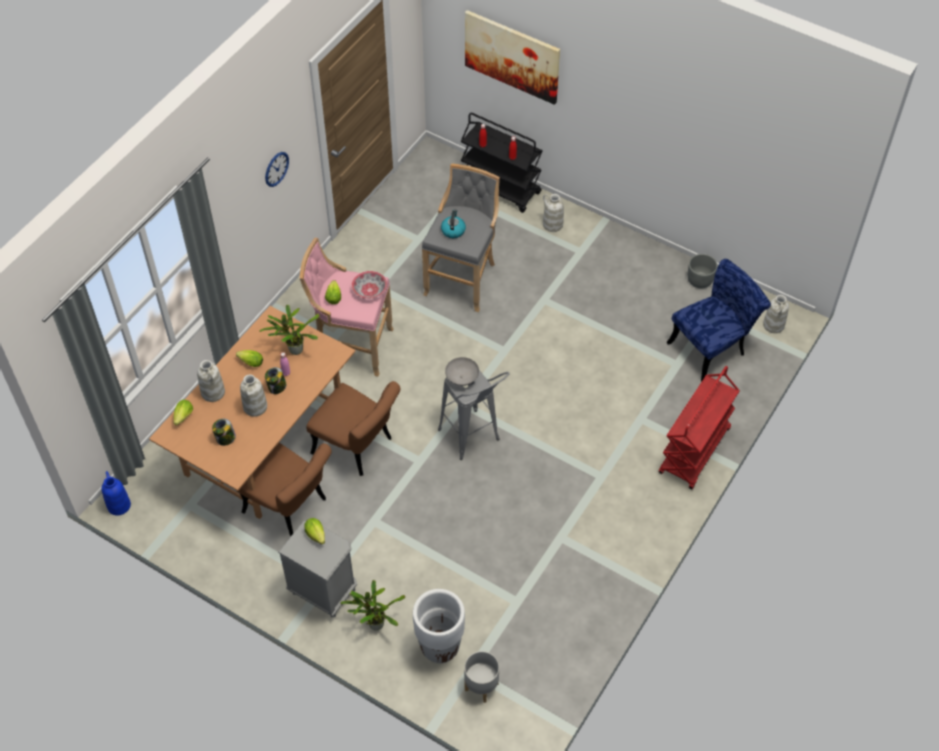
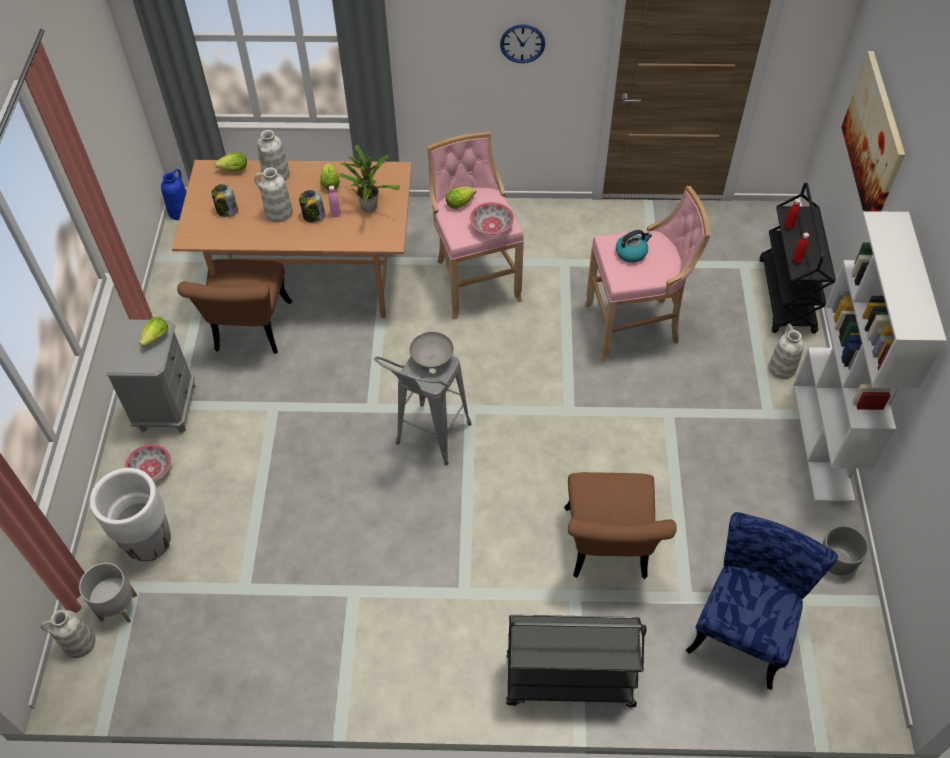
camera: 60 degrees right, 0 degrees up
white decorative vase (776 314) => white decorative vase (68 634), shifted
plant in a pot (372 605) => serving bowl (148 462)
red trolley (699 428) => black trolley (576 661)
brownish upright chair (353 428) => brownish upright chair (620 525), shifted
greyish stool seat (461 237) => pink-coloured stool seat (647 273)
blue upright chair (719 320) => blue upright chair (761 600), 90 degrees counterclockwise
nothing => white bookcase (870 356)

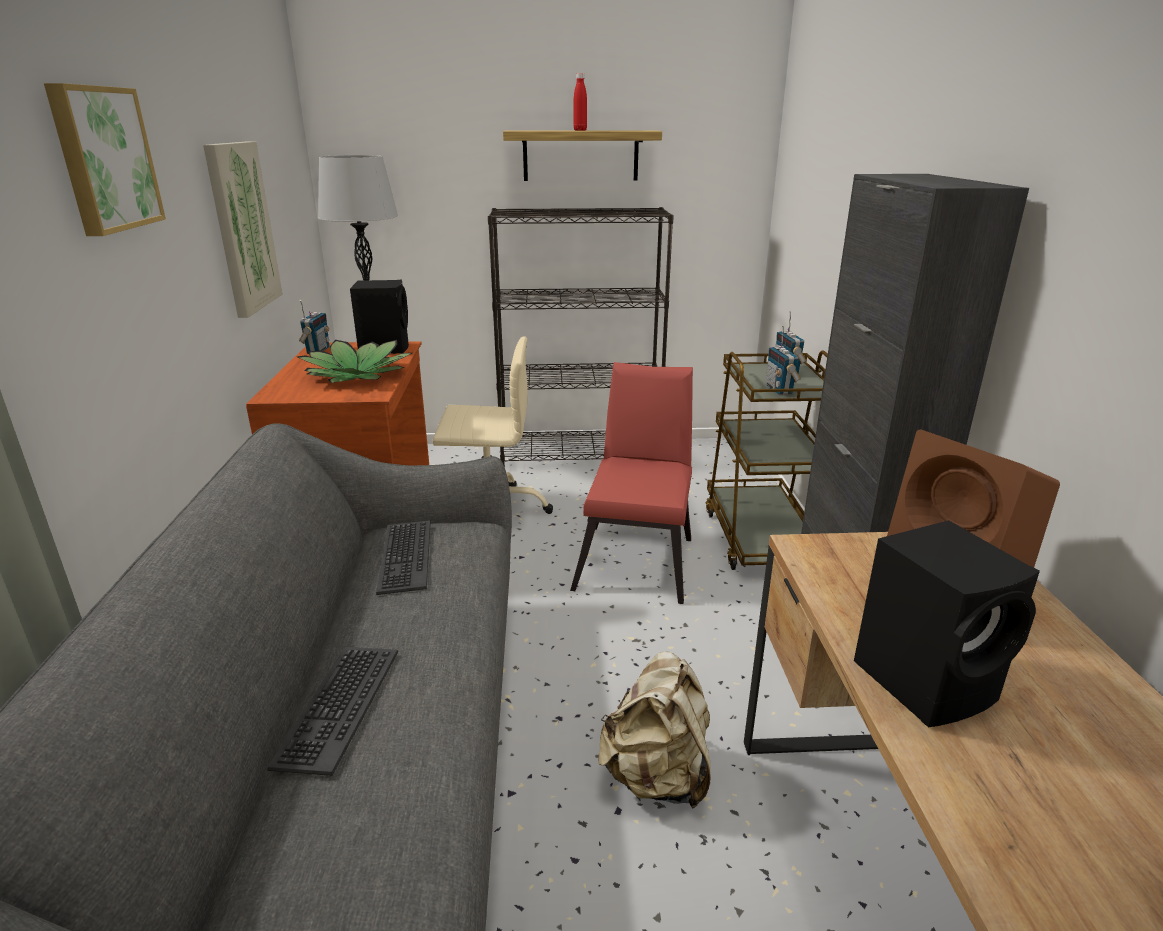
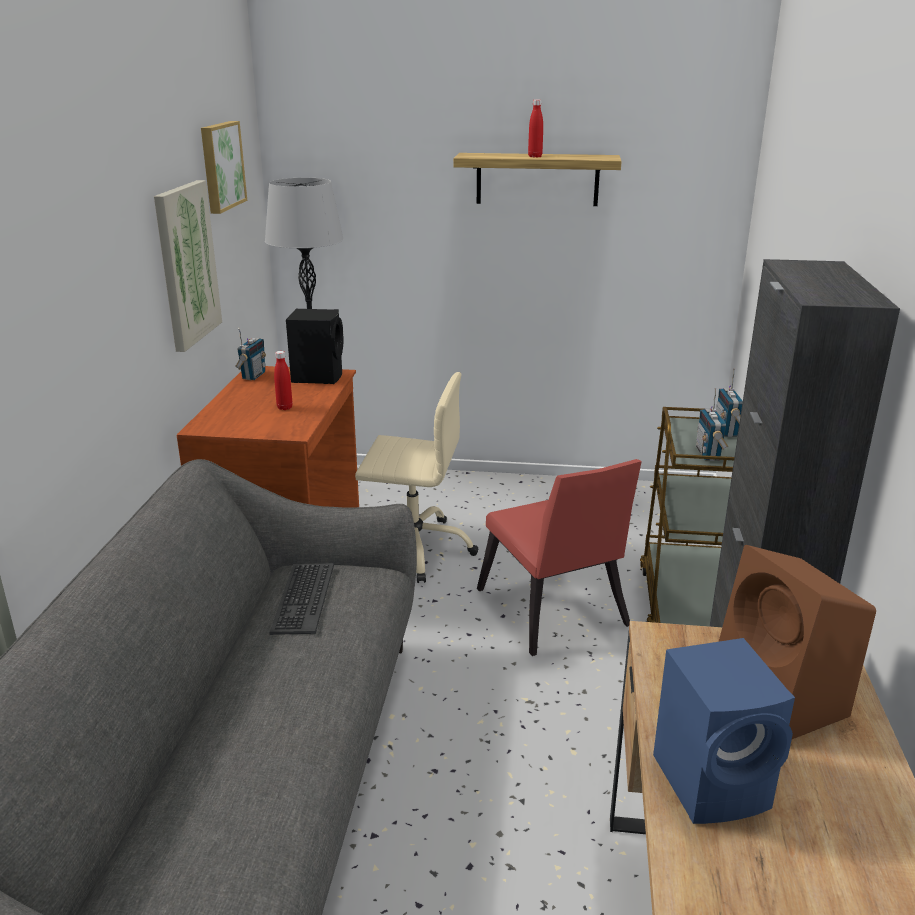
camera: 10 degrees right, 0 degrees up
picture (105 159) => picture (224 167), shifted
plant in a pot (354 361) => red bottle (283 380)
red upright chair (631 483) => red upright chair (559 557), 135 degrees clockwise
black speaker (947 624) => blue speaker (724 731)
PC keyboard (333 711) => nothing
black bookcase (581 337) => nothing
beige-coloured knapsack (654 729) => nothing

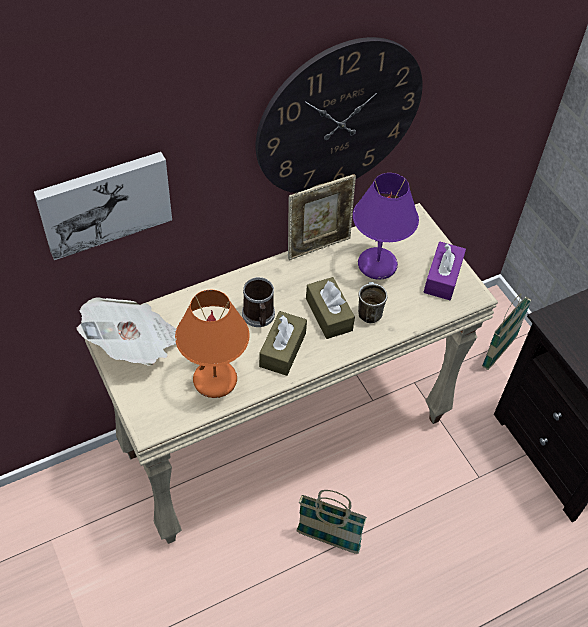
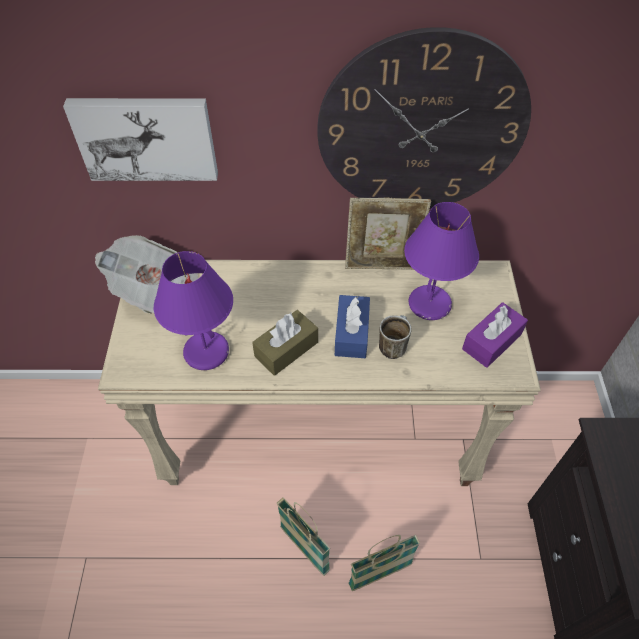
camera: 30 degrees right, 0 degrees up
orange-coloured tabletop lamp (212 344) => purple tabletop lamp (193 310)
brownish tissue box (330 308) => blue tissue box (352 326)
household basket (507 331) => household basket (384 563), shifted
mug (258 302) => nothing

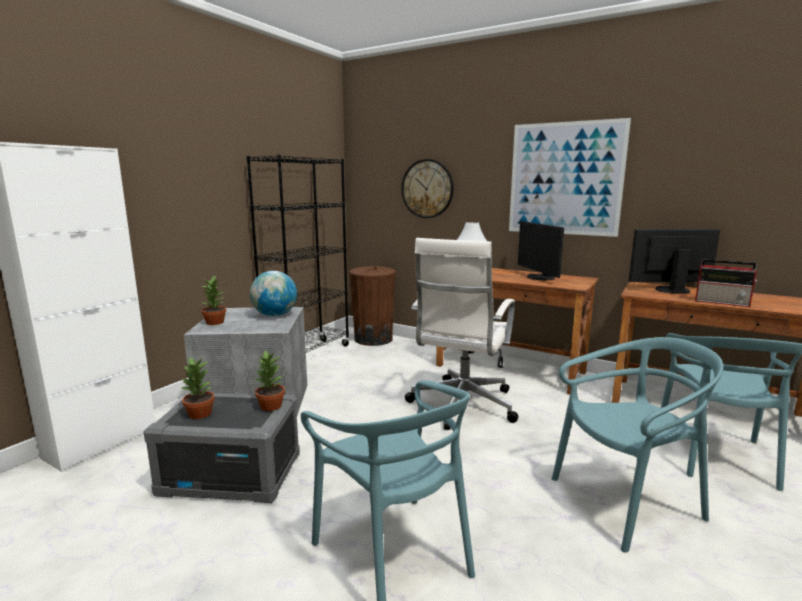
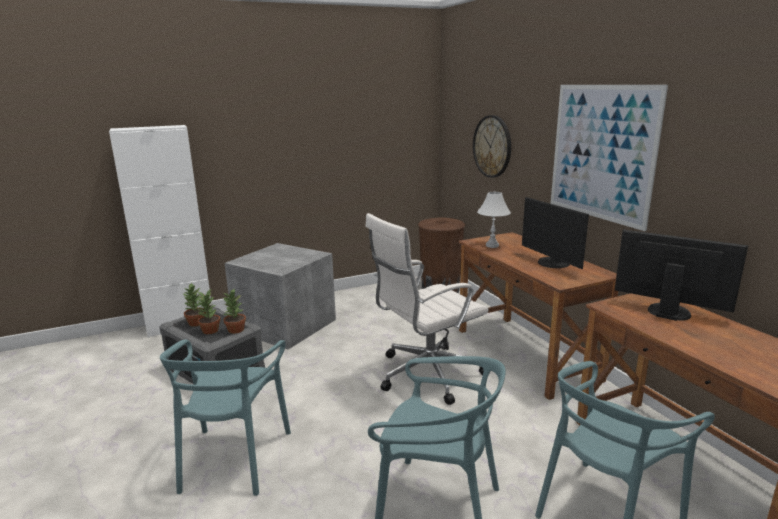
camera: 35 degrees right, 5 degrees up
plant in a pot (213 300) => plant in a pot (208 311), shifted
monitor (541 250) => monitor (555 233), 45 degrees counterclockwise
black bookcase (298 254) => nothing
world globe (273 294) => nothing
radio receiver (726 283) => nothing

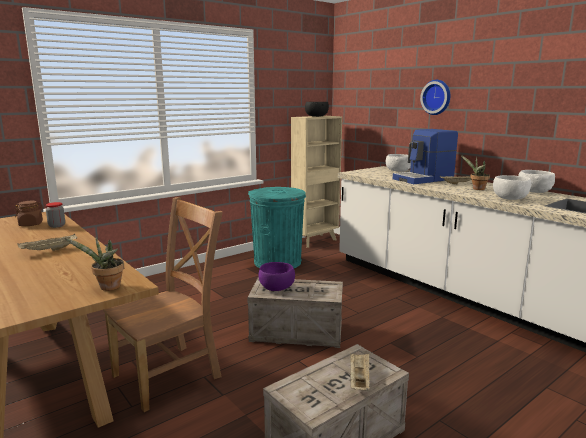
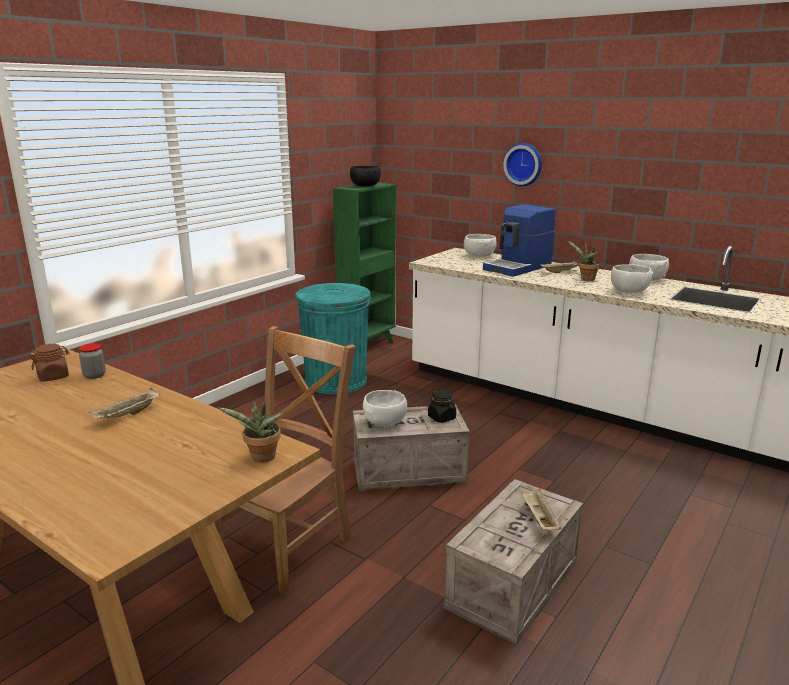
camera: 15 degrees left, 5 degrees up
beige-coloured bookcase (316 182) => greenish bookcase (364 263)
purple serving bowl (276 276) => white serving bowl (385 408)
nothing => black storage jar (442 406)

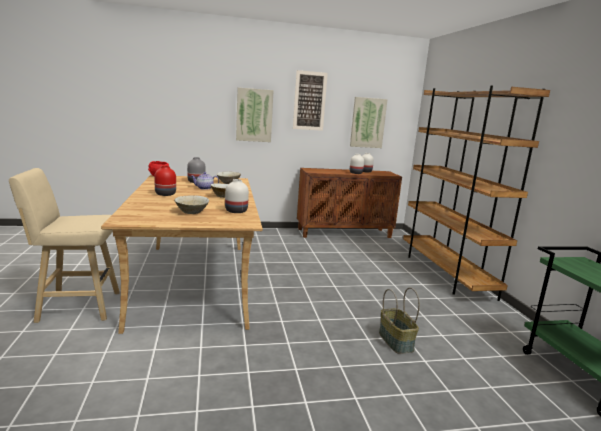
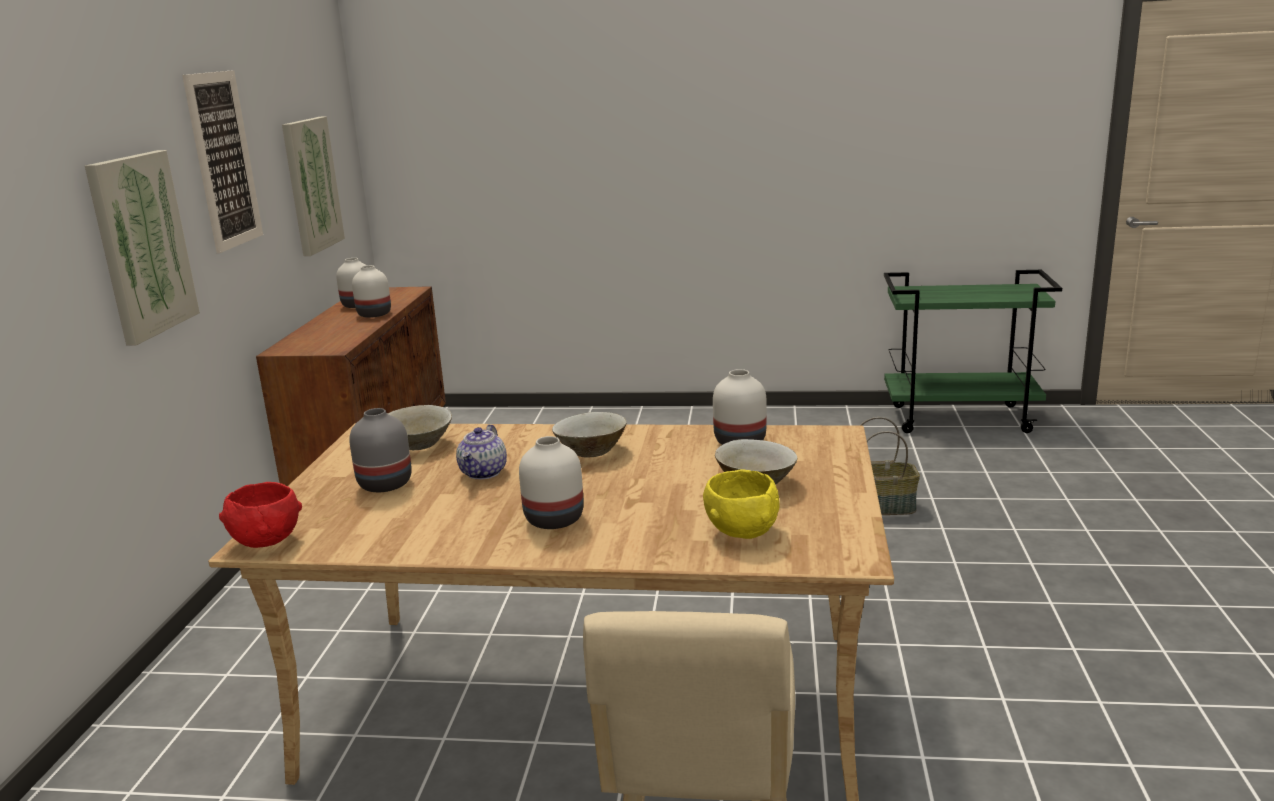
camera: 70 degrees left, 5 degrees up
red decorative vase (165 180) => white decorative vase (551 482)
nothing => yellowish serving bowl (741 504)
brownish bookcase (476 193) => nothing

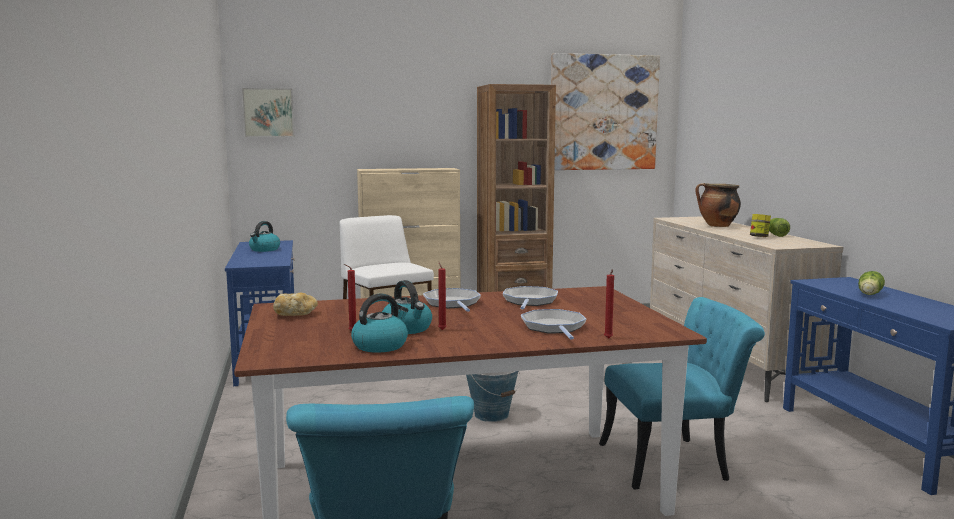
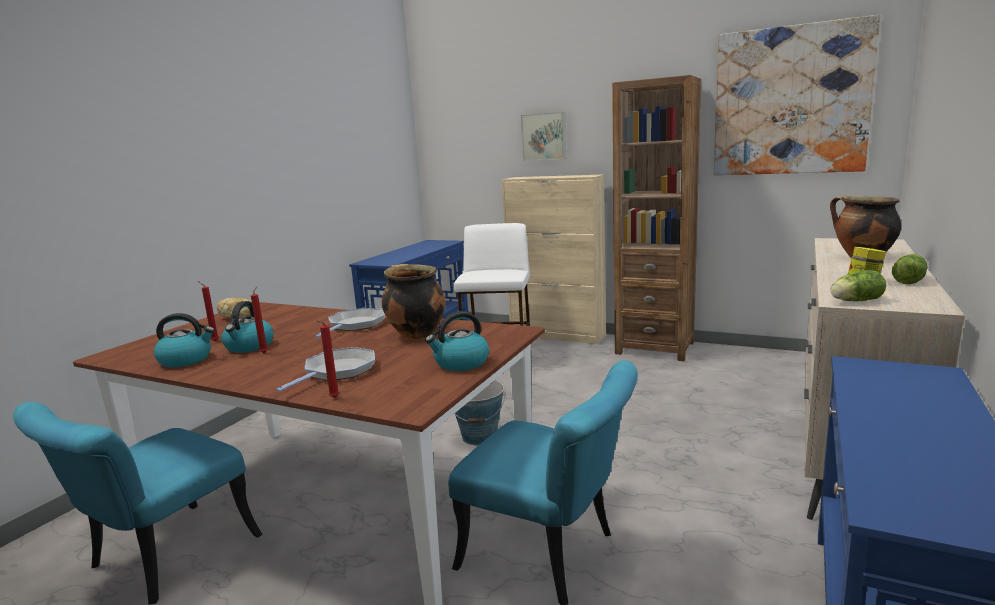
camera: 40 degrees right, 5 degrees up
pan (530 297) => stockpot (414 302)
tea kettle (264 236) => tea kettle (457 341), shifted
picture (268 112) => picture (543 136), shifted
lettuce (871 283) => lettuce (858 285), shifted

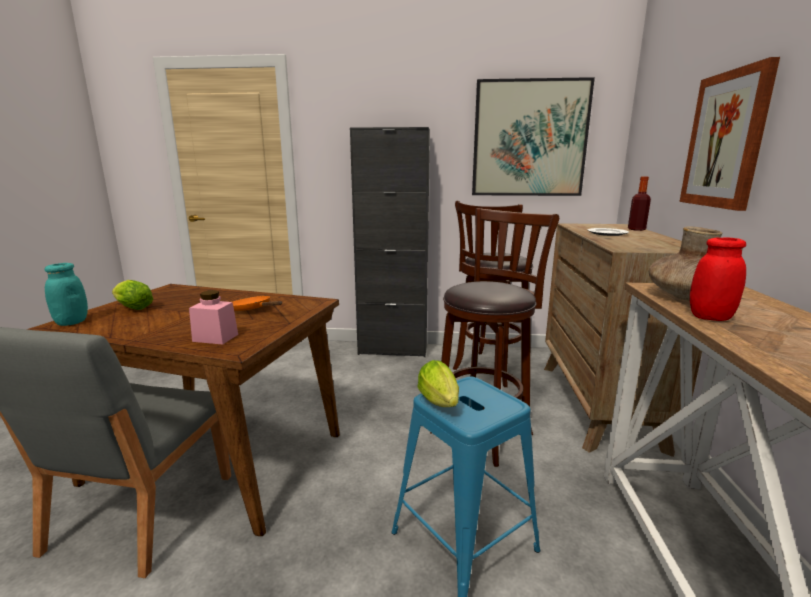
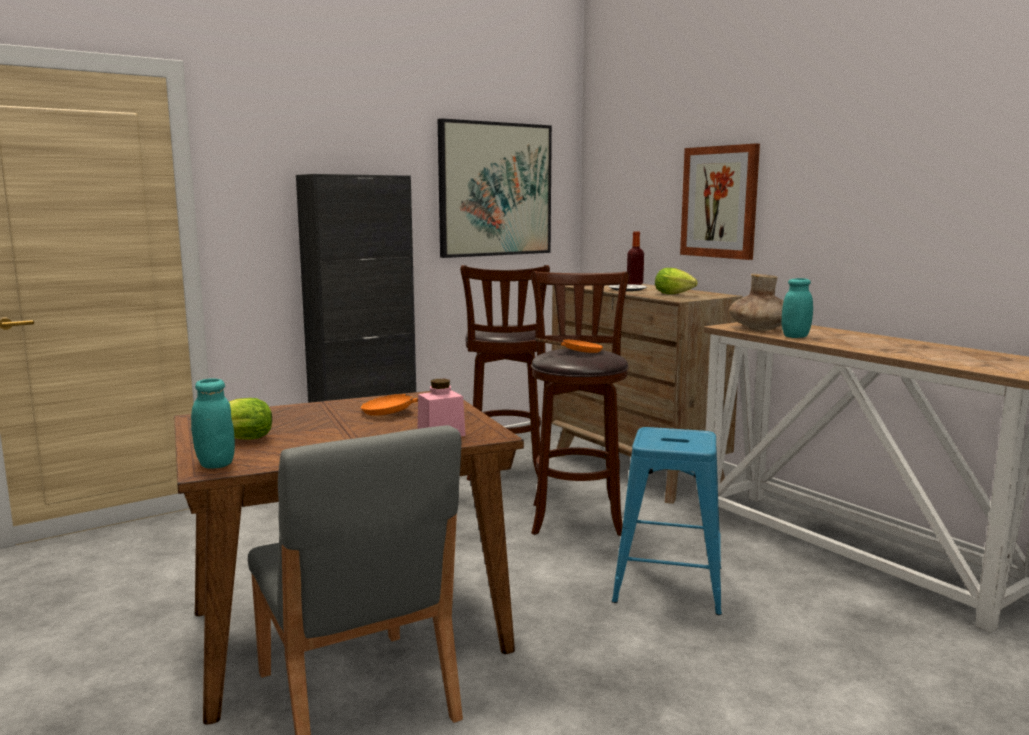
camera: 40 degrees left, 5 degrees down
nothing => orange-coloured pan (569 345)
lettuce (438 383) => lettuce (676 281), shifted
red storage jar (718 279) => blue-green storage jar (797 308)

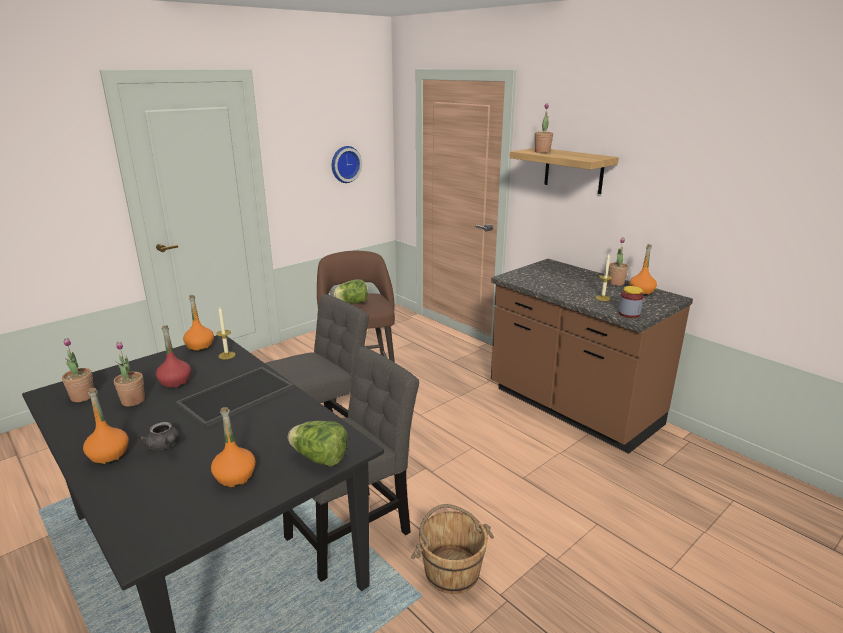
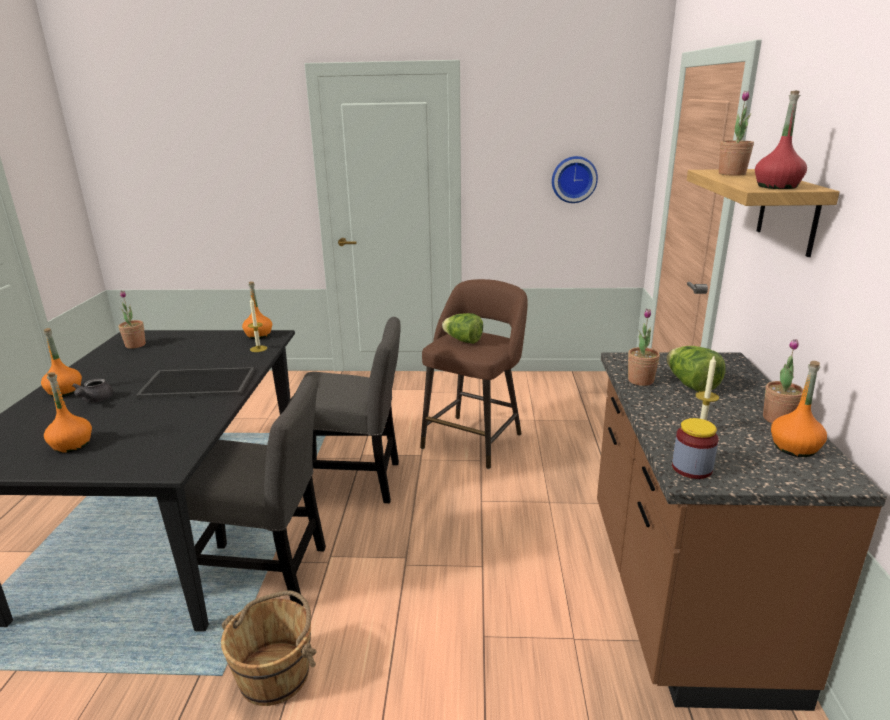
camera: 45 degrees right, 0 degrees up
plant in a pot (129 374) => plant in a pot (644 347), shifted
lettuce (318 444) => lettuce (696 369), shifted
red bottle (173 356) => red bottle (781 140), shifted

